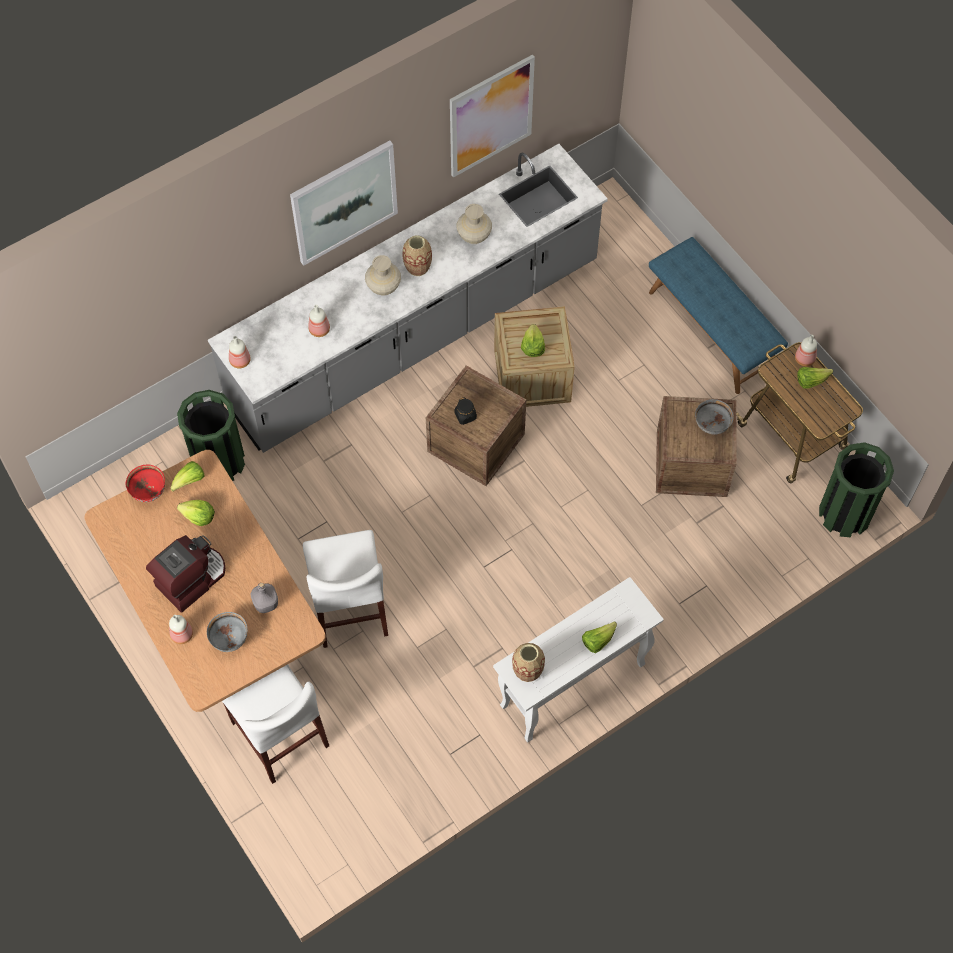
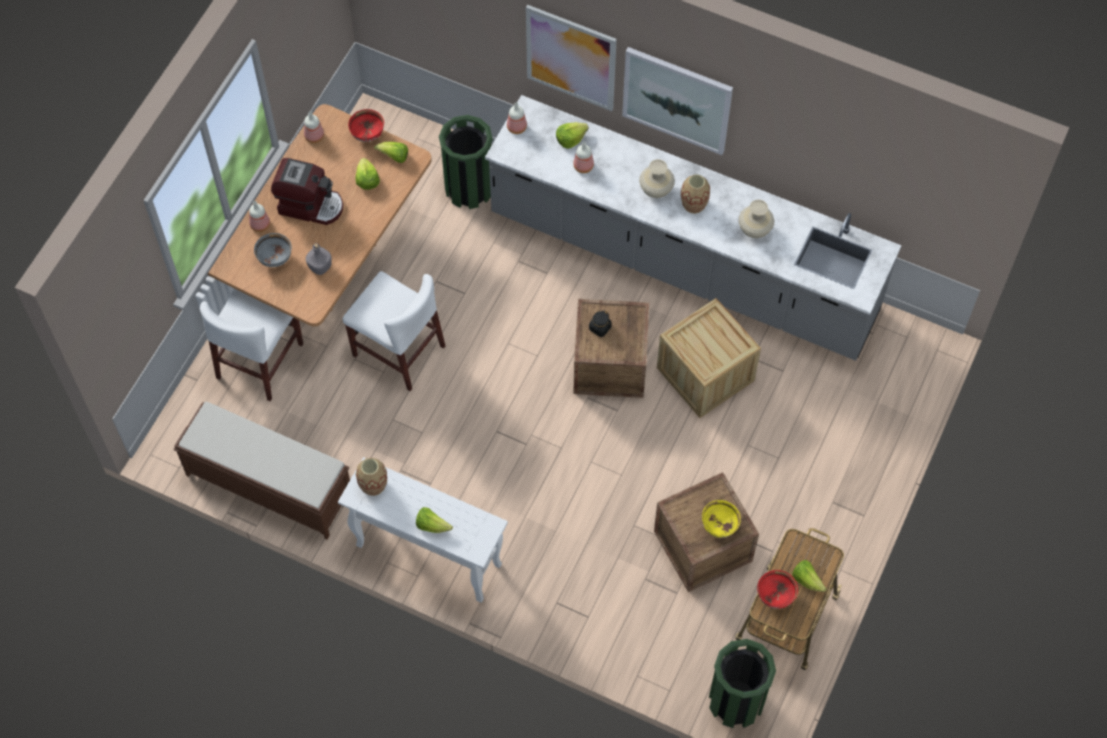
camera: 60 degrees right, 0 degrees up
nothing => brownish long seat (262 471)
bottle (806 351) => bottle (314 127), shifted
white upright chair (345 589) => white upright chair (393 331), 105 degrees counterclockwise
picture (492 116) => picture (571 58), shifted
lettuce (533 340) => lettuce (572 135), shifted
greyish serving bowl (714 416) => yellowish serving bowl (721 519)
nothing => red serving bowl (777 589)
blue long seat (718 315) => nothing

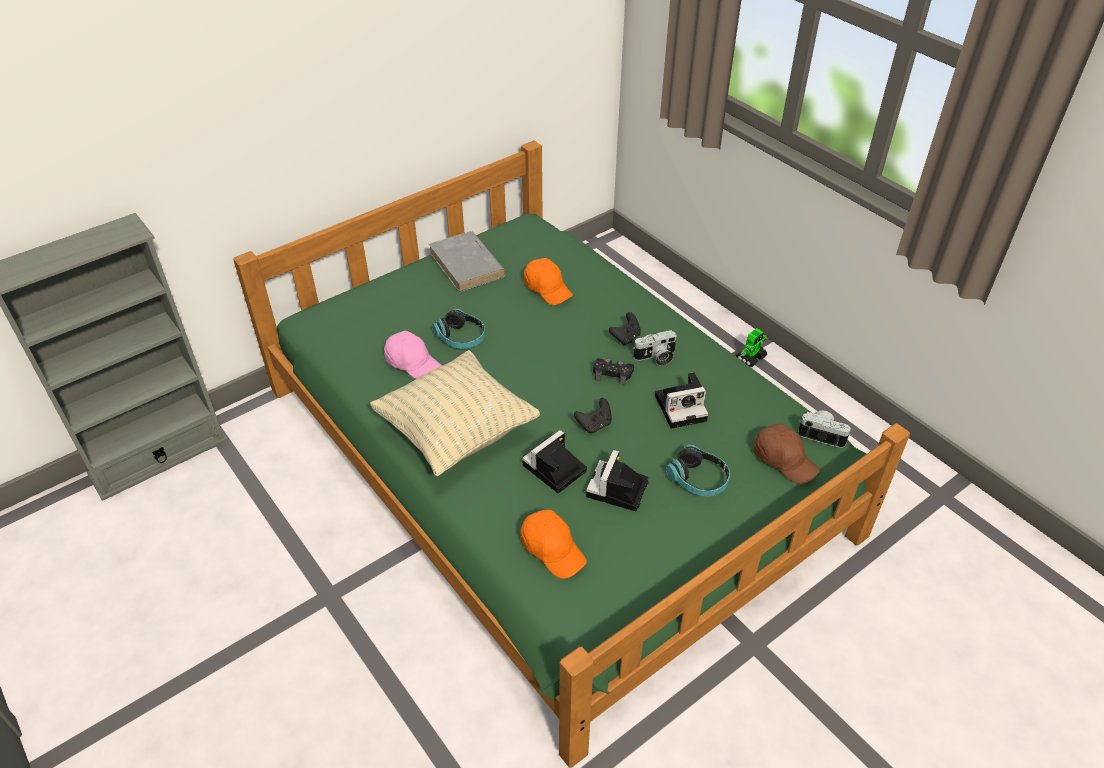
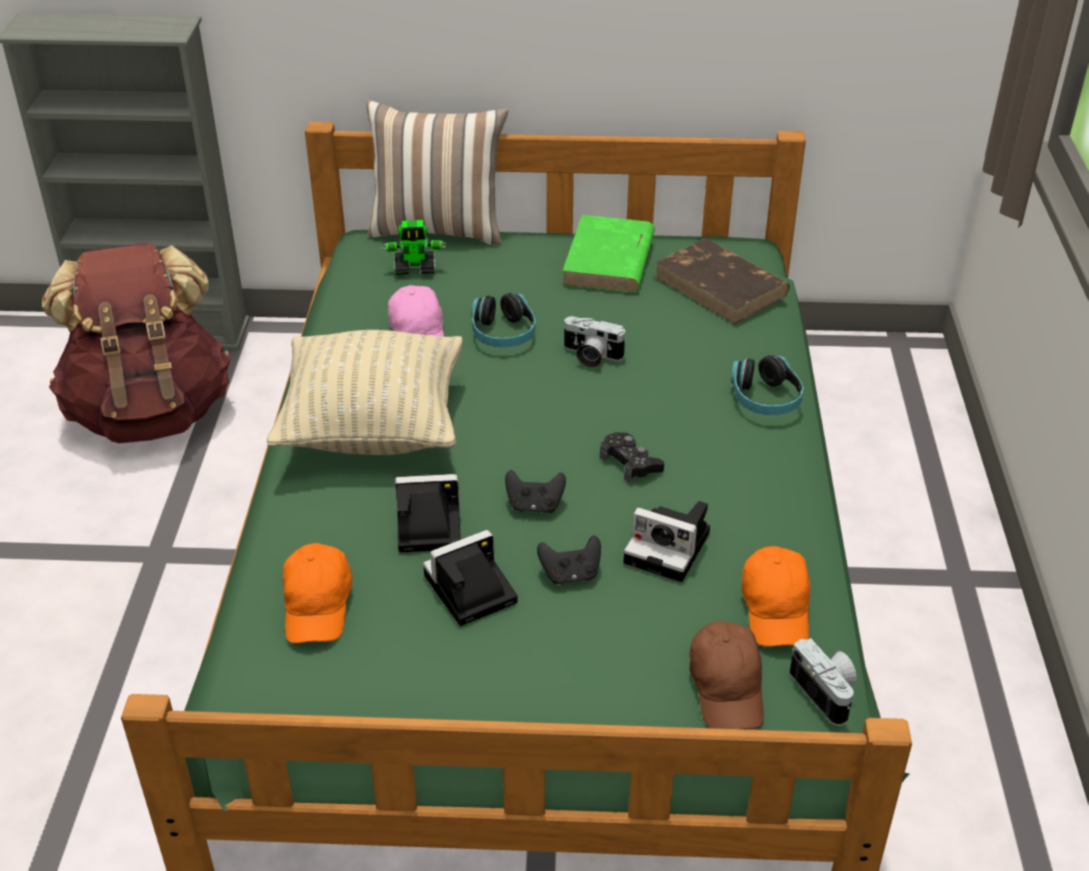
camera: 40 degrees right, 5 degrees down
nothing => brownish knapsack (136 343)
nothing => cushion (437 173)
model robot (751 347) => model robot (414 247), shifted
black joypad (625 328) => black joypad (569 560), shifted
greyish volume (467 261) => greenish volume (608 254)
photo camera (655 348) => photo camera (594 342), shifted
nothing => brownish volume (722 281)
headphones (698 470) => headphones (767 385), shifted
orange-coloured peaked cap (548 281) => orange-coloured peaked cap (776 596), shifted

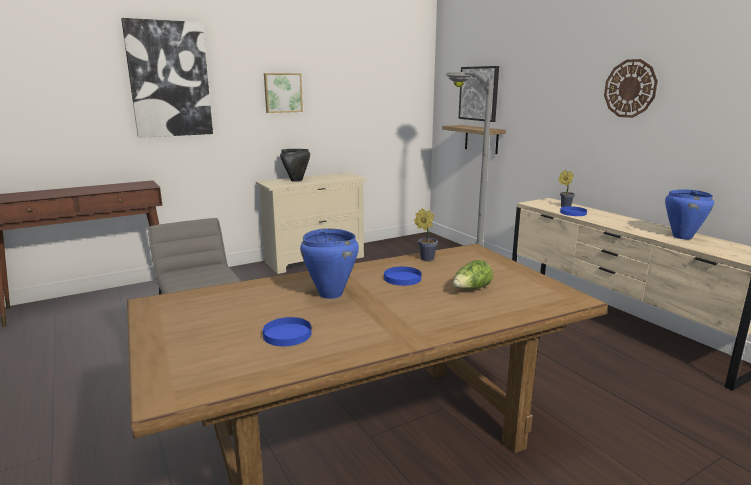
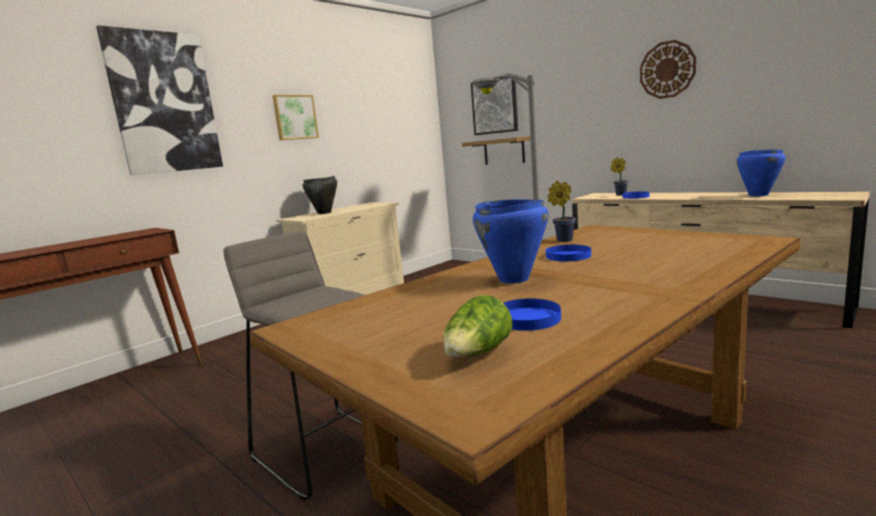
camera: 15 degrees left, 5 degrees down
lettuce (473 274) => lettuce (477 326), shifted

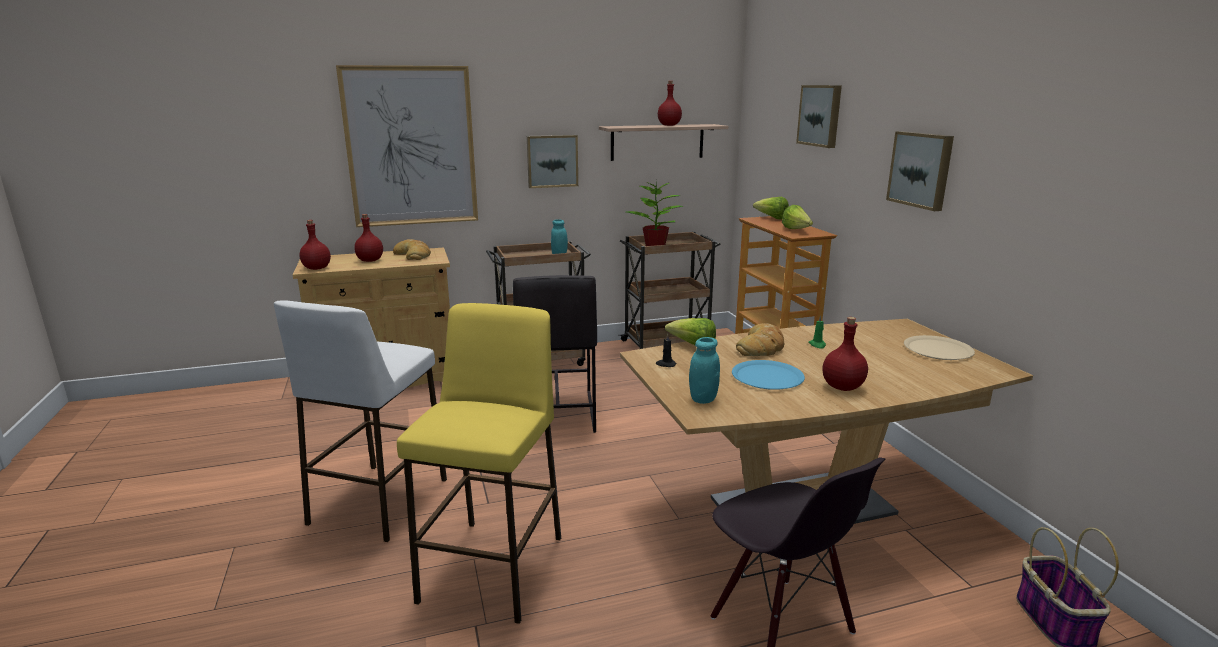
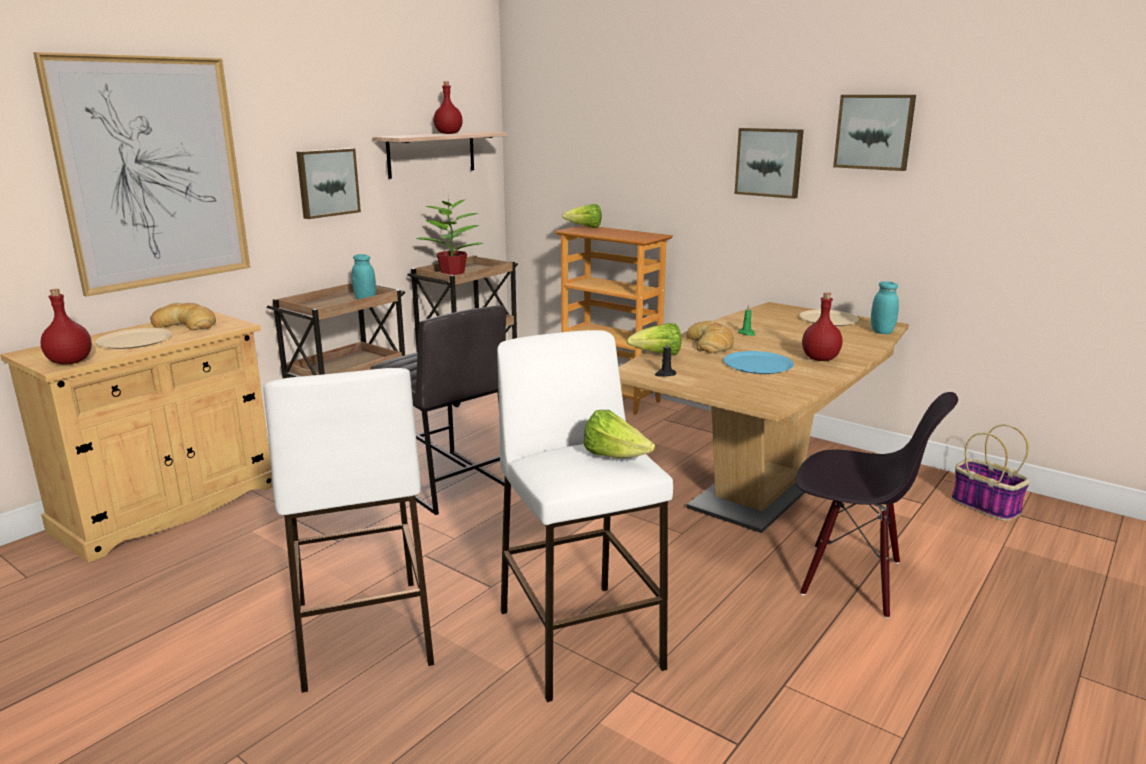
camera: 35 degrees left, 0 degrees up
red bottle (368 238) => beige-coloured flat dish (133 338)
yellowish stool seat (479 463) => white stool seat (585 516)
lettuce (797 217) => lettuce (619 434), shifted
picture (819 116) => picture (874 133), shifted
blue-green storage jar (704 370) => blue-green storage jar (885 307), shifted

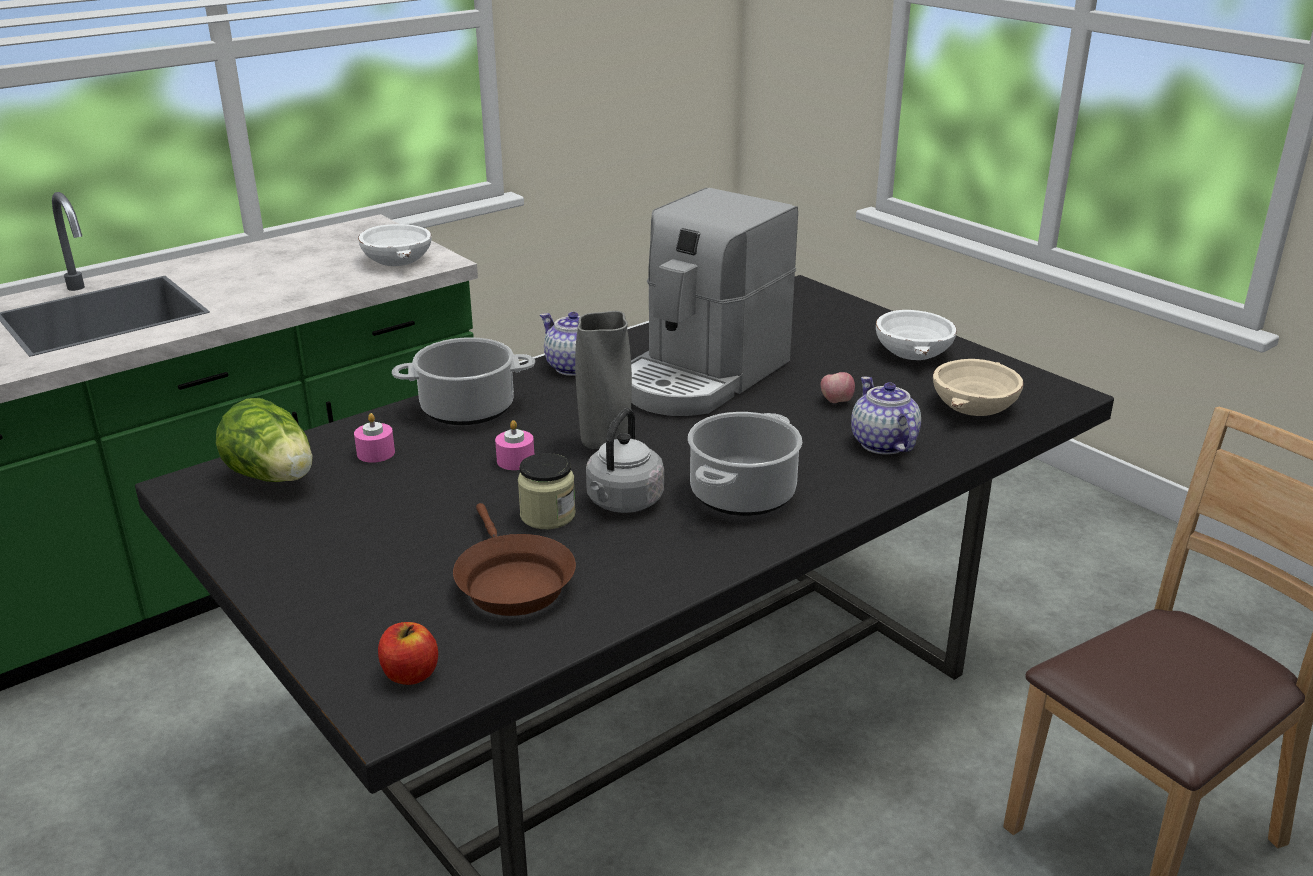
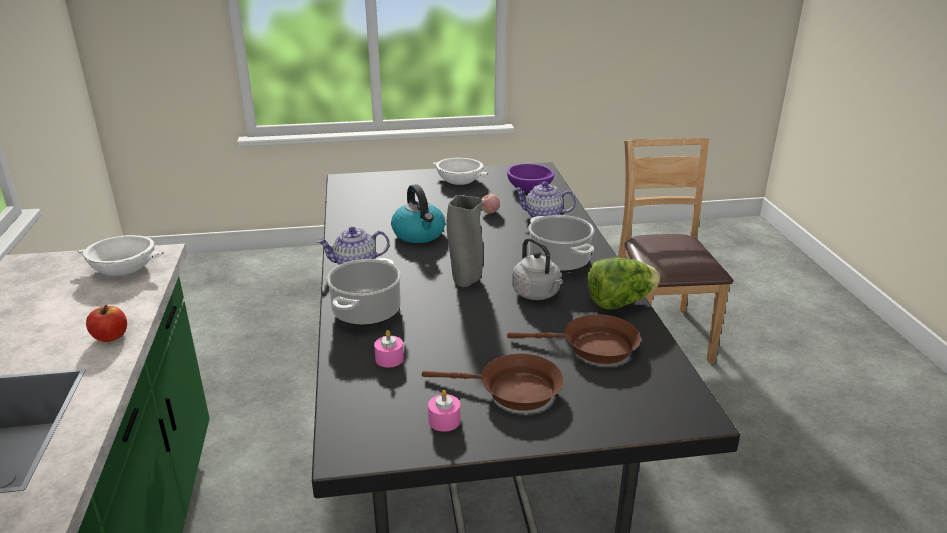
camera: 60 degrees left, 0 degrees up
apple (408 653) => apple (106 323), shifted
coffee machine (714 302) => tea kettle (418 213)
nothing => brownish pan (492 382)
pink-coloured wax candle (514 445) => pink-coloured wax candle (444 411), shifted
beige-coloured serving bowl (978 387) => purple serving bowl (530 178)
lettuce (264 440) => lettuce (623 283), shifted
storage jar (547 491) => nothing

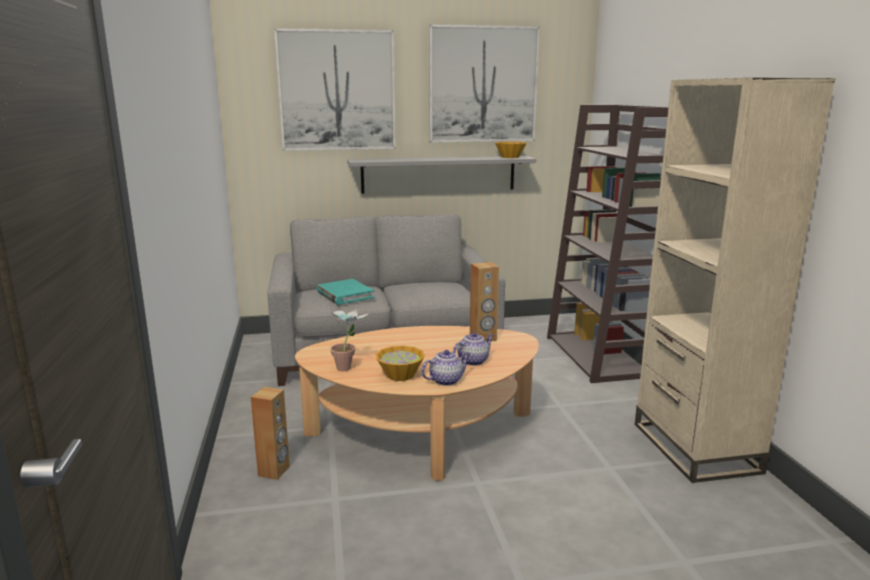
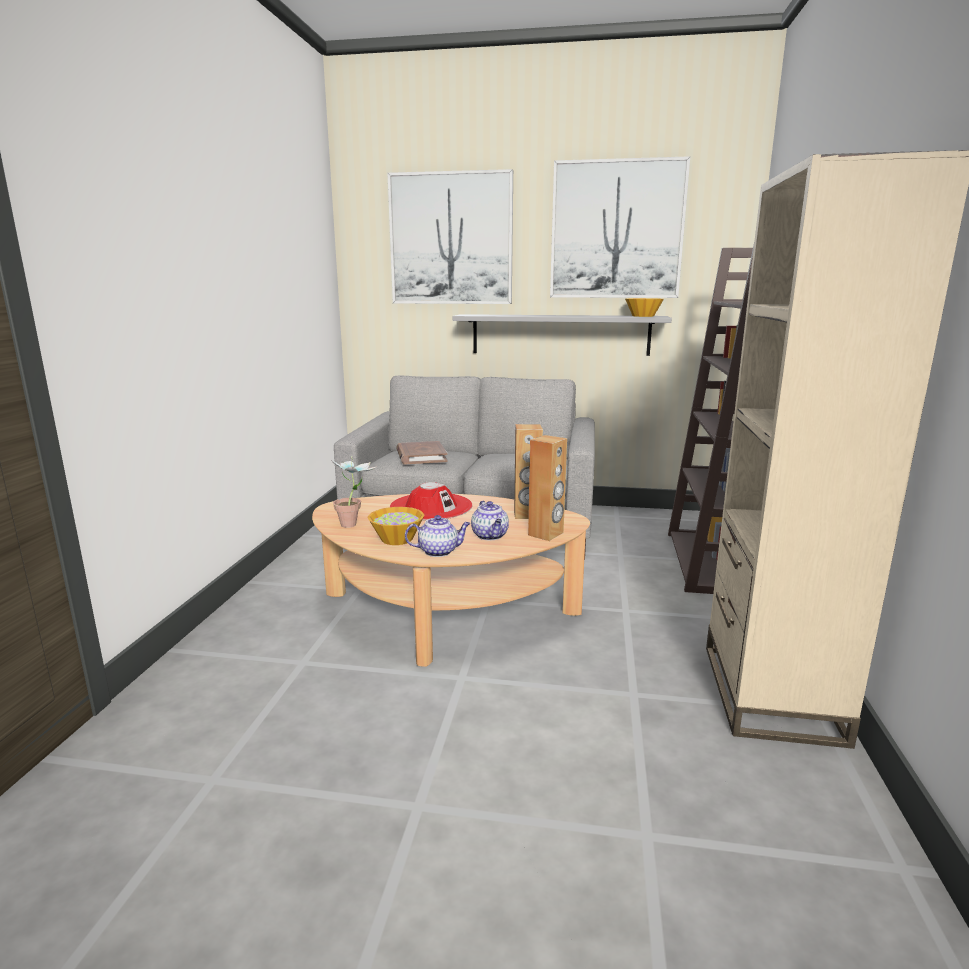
camera: 20 degrees right, 0 degrees up
nothing => red wearable hat (431 501)
blue-green volume (345 292) => brownish volume (422 453)
pot for tea (473 349) => pot for tea (490 521), 90 degrees clockwise
brownish speaker (270 433) => brownish speaker (547 488), shifted

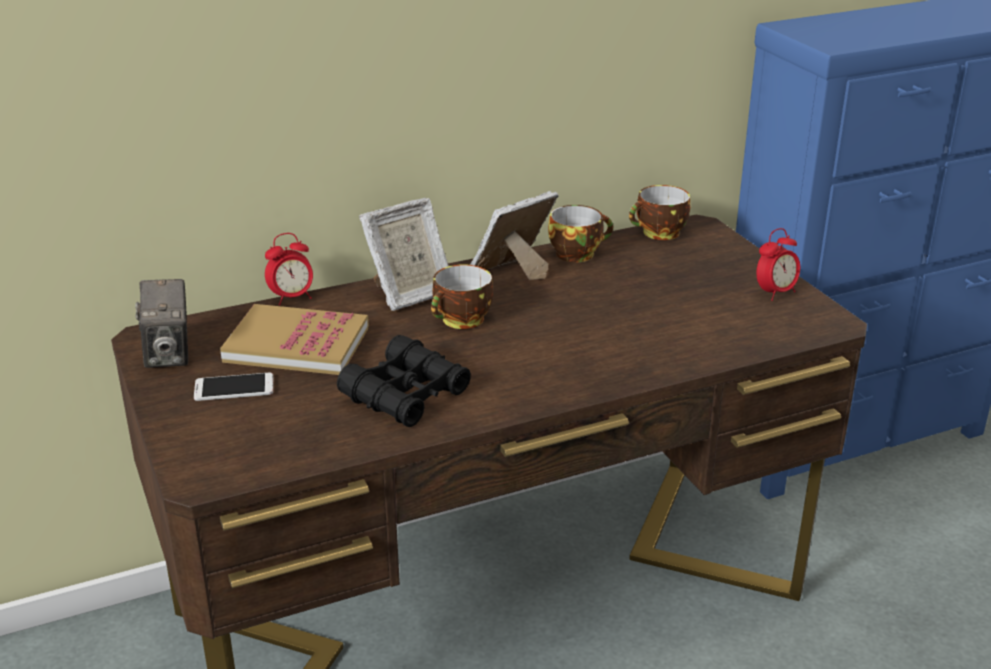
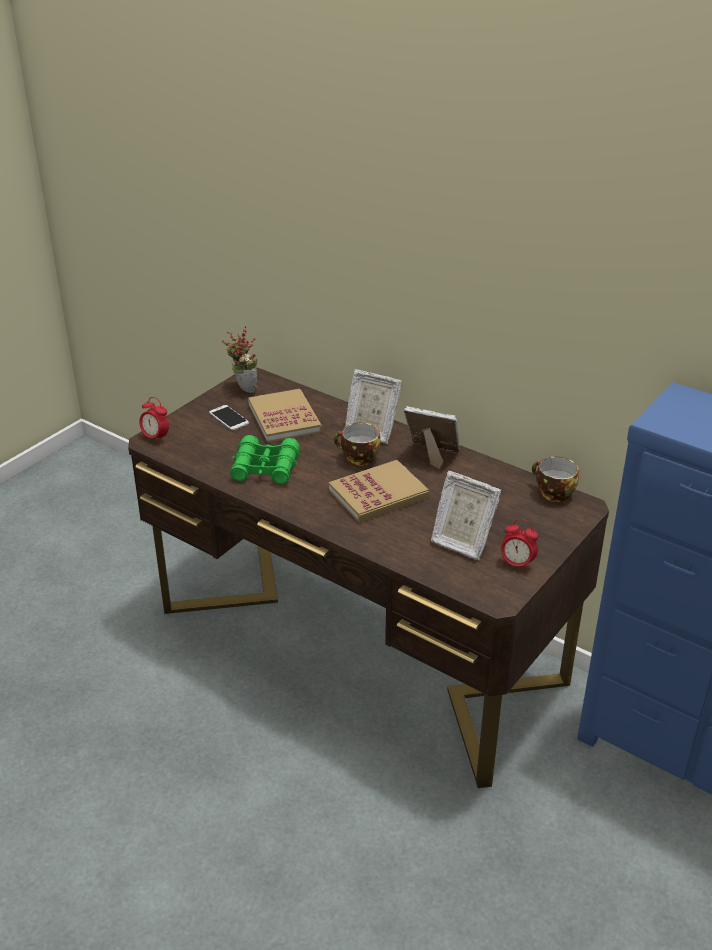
camera: 60 degrees right, 5 degrees up
alarm clock (289 269) => alarm clock (154 420), shifted
photo camera (161 323) => plant in a pot (239 359)
black field glasses (404 381) => greenish field glasses (265 459)
nothing => volume (379 491)
nothing => picture frame (466 515)
cup (580 233) => nothing

